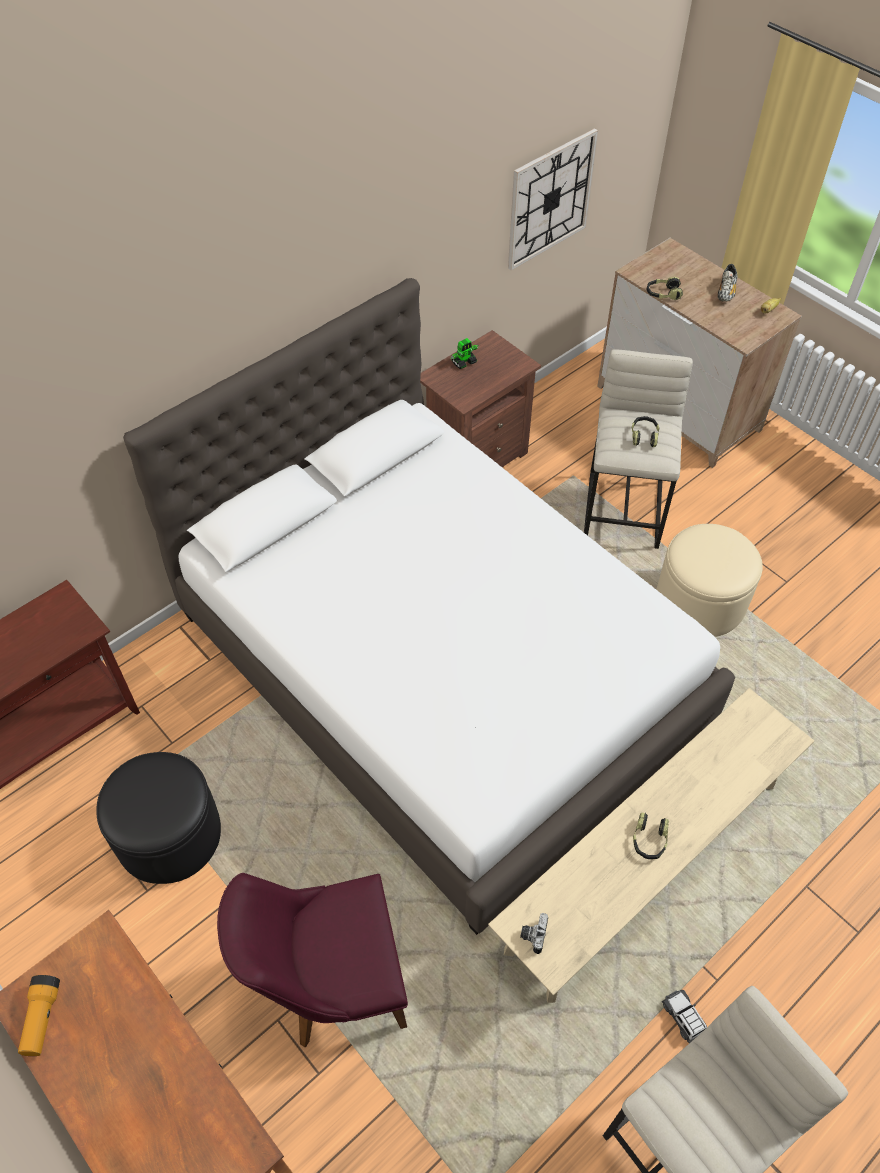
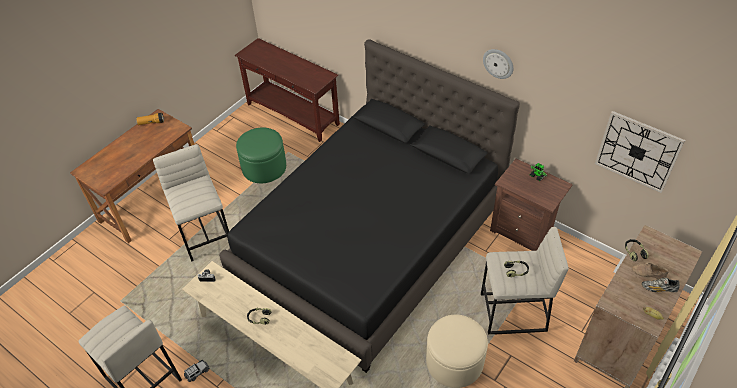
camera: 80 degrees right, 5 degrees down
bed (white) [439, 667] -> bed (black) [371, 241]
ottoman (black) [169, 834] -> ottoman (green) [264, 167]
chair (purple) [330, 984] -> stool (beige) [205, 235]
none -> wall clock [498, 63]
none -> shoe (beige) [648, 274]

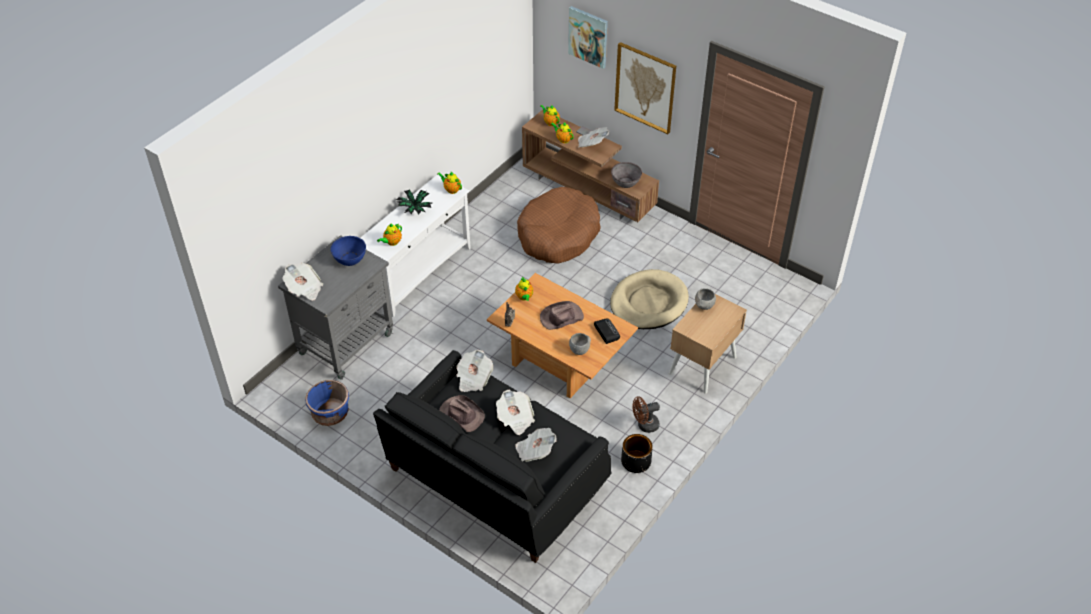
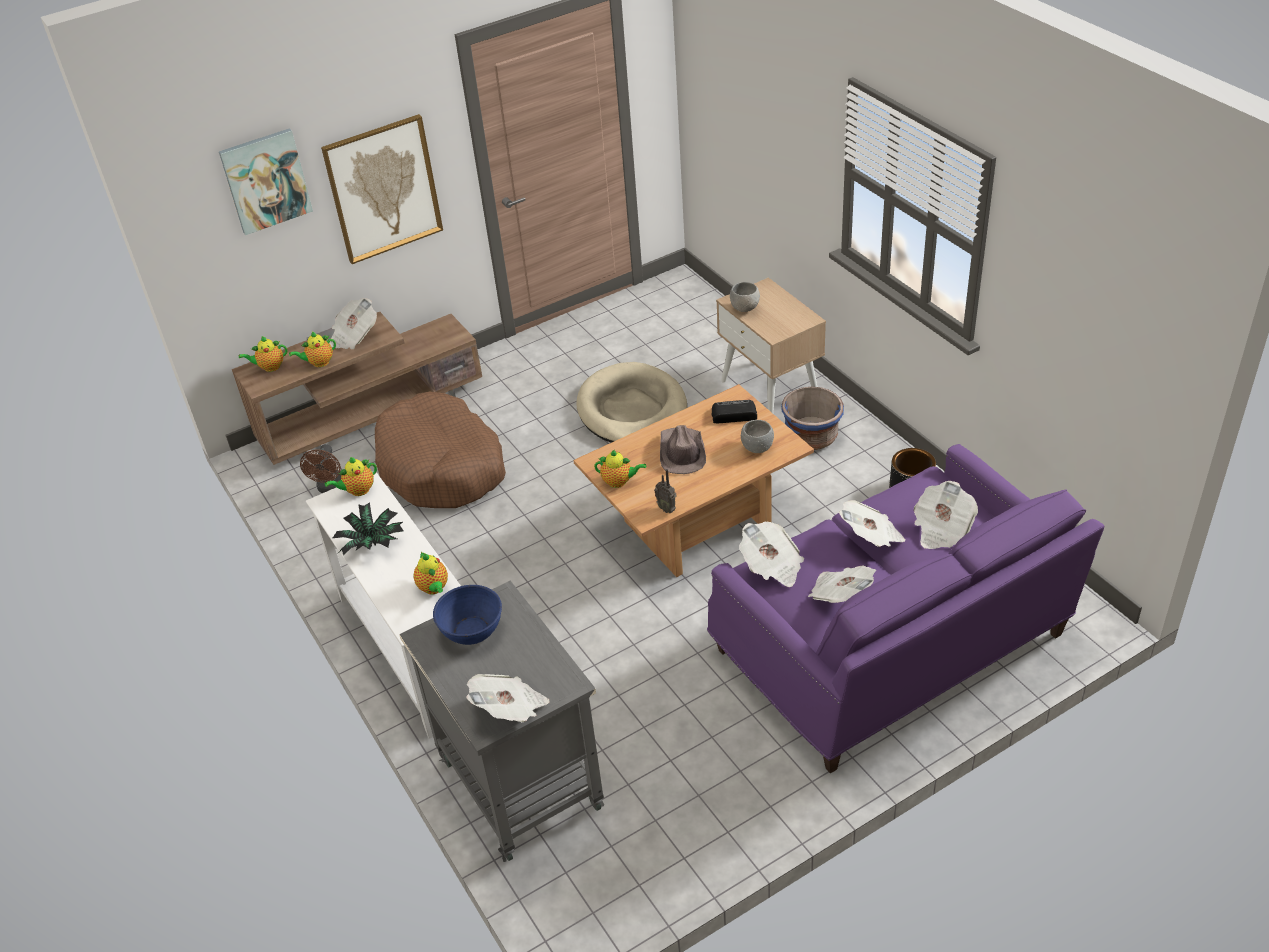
camera: 65 degrees left, 5 degrees down
bowl (grey) [625, 182] -> none
sofa (black) [494, 479] -> sofa (purple) [893, 646]
planter (blue) [330, 414] -> planter (blue) [811, 437], shifted
hat (brown) [461, 414] -> newspaper [840, 595]
fan (brown) [644, 425] -> fan (brown) [331, 488], shifted

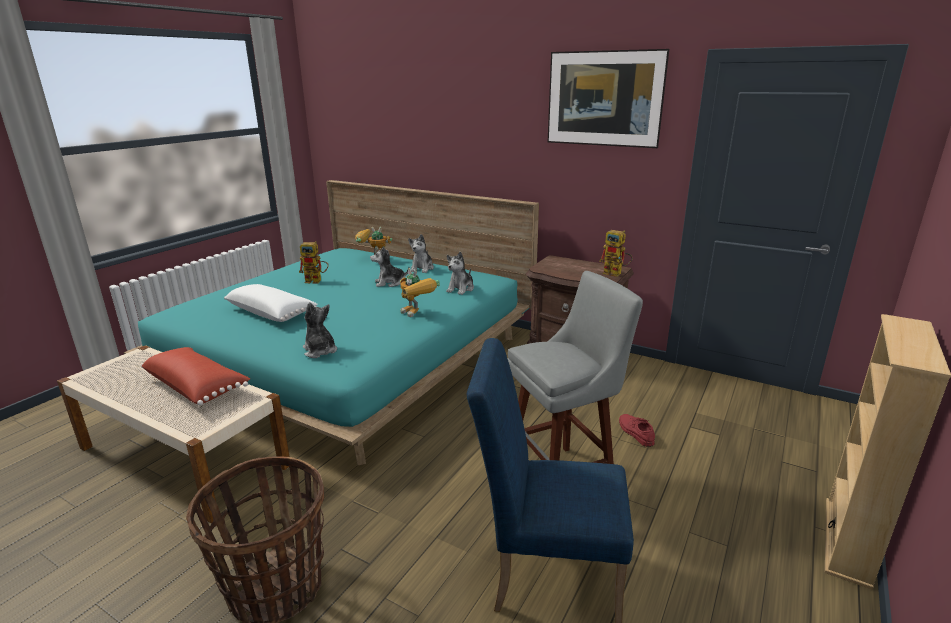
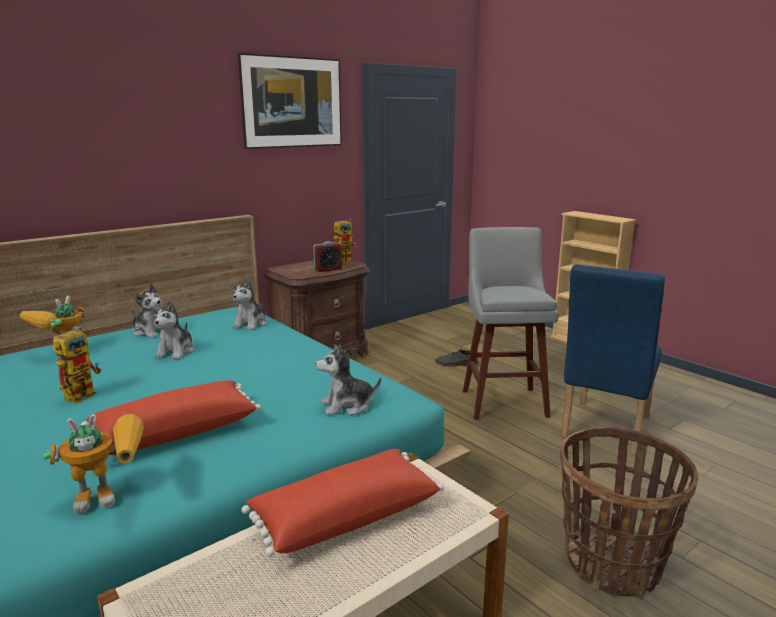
camera: 70 degrees left, 5 degrees down
plush toy [461, 289] -> plush toy [251, 324], 60 degrees clockwise
toy robot [417, 314] -> toy robot [112, 495], shifted
pillow (white) [272, 313] -> pillow (red) [175, 432]
shoe (red) [635, 432] -> shoe (grey) [456, 363]
none -> alarm clock [328, 269]

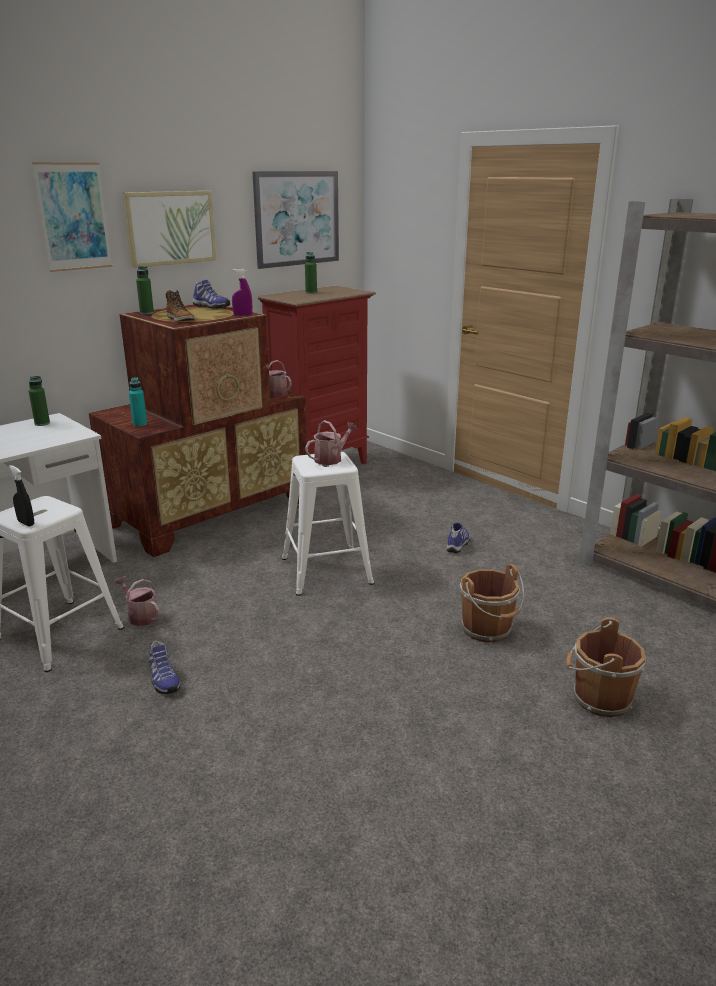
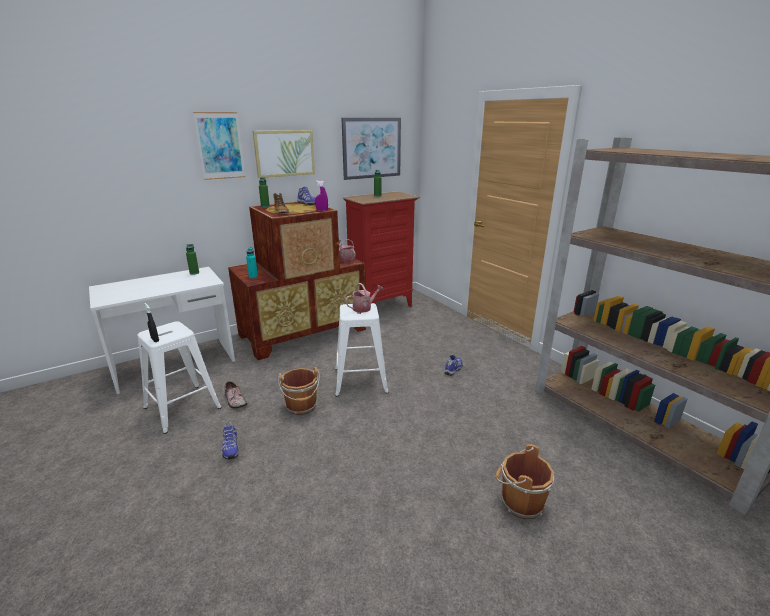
camera: 10 degrees right, 0 degrees up
bucket (brown) [488, 630] -> bucket (brown) [301, 406], shifted
watering can [140, 616] -> shoe [234, 400]

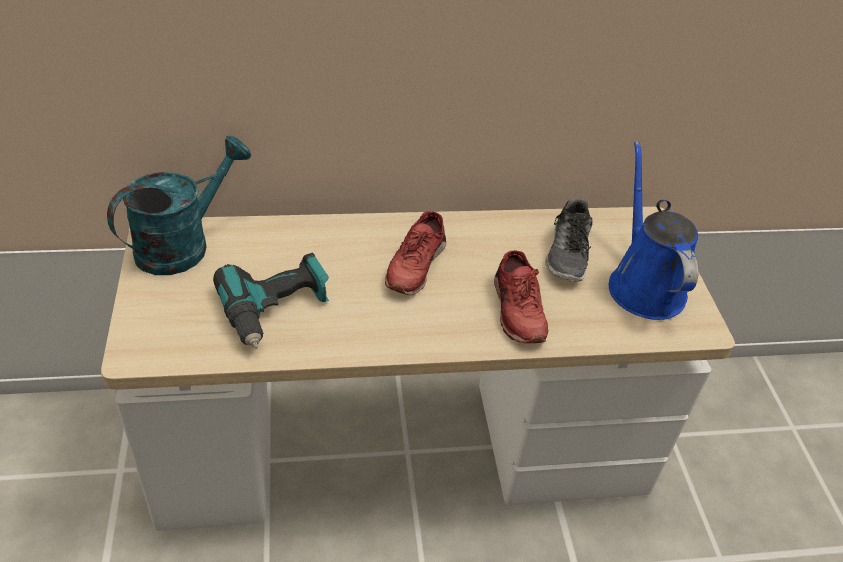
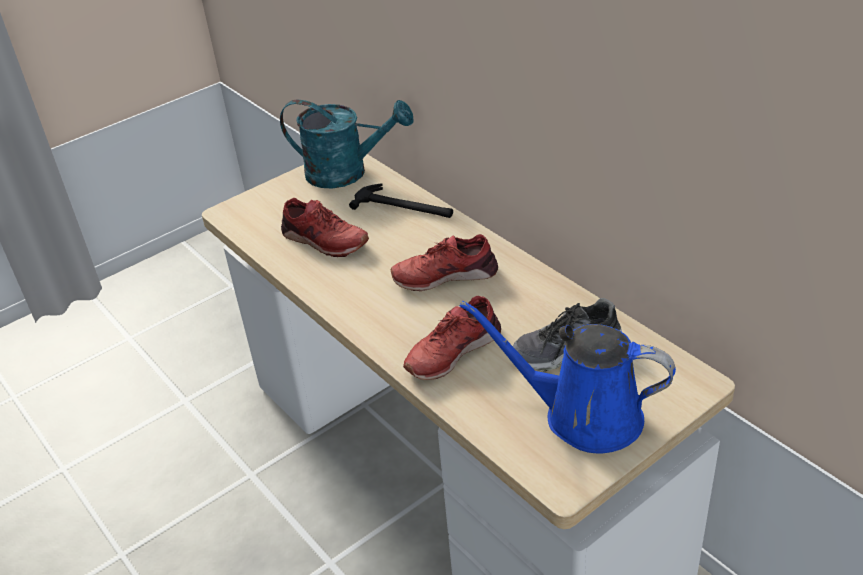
camera: 65 degrees right, 5 degrees down
watering can (blue) [643, 284] -> watering can (blue) [583, 416], 120 degrees counterclockwise
power drill [276, 310] -> shoe (red) [323, 240]
none -> hammer [404, 207]

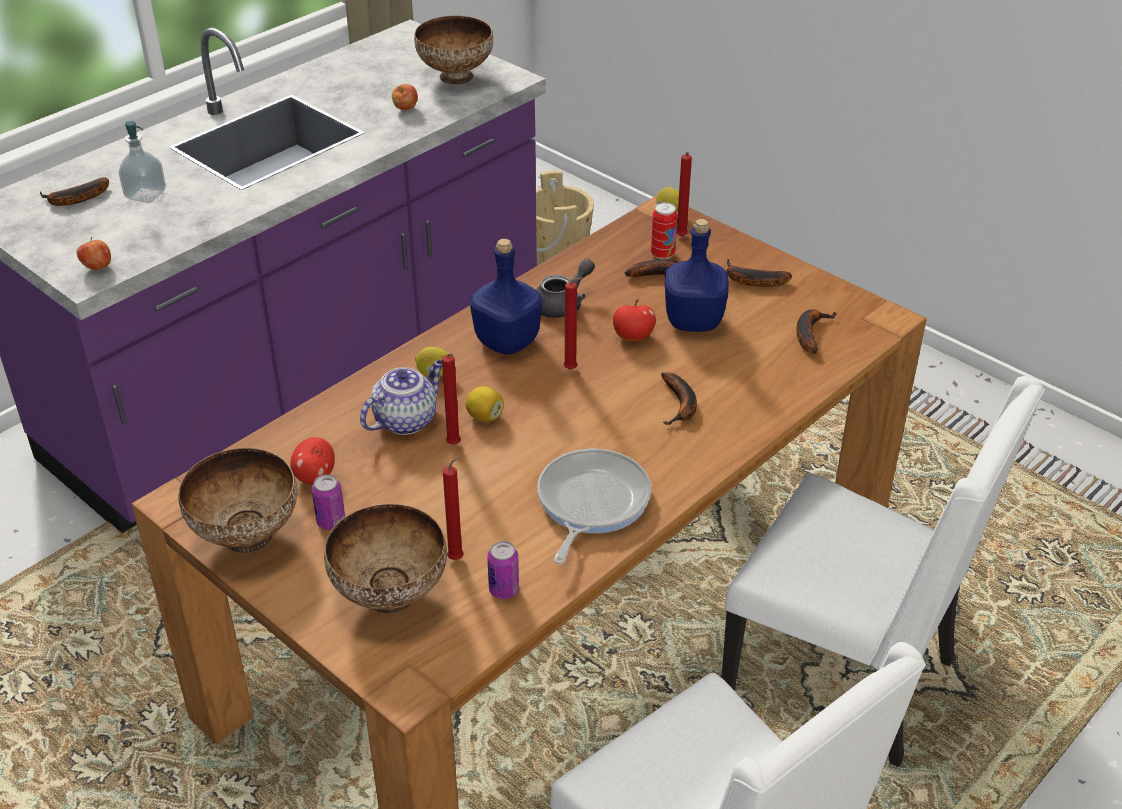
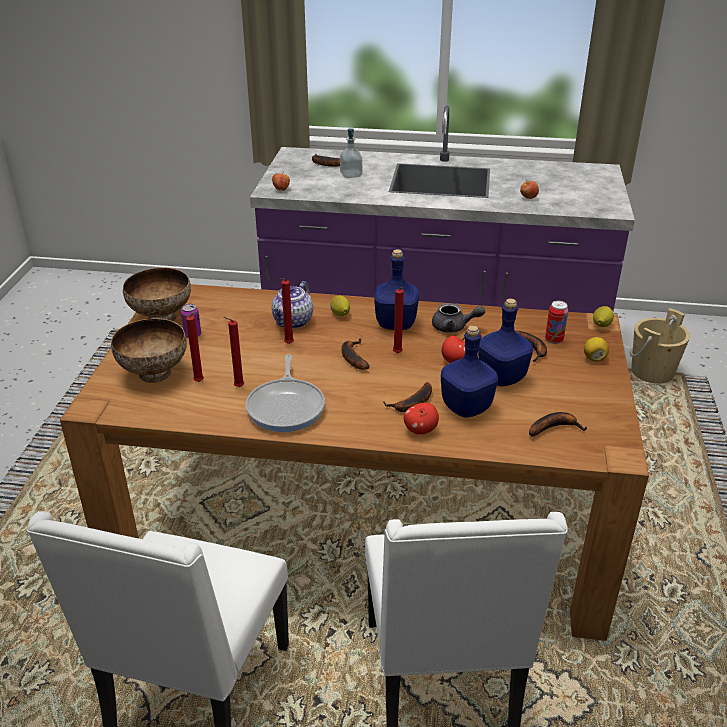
camera: 55 degrees right, 5 degrees down
bowl [455, 76] -> none
candle (red) [680, 237] -> candle (red) [237, 387], shifted
banana [751, 281] -> banana [352, 357], shifted
teapot [406, 419] -> teapot [293, 322], 105 degrees clockwise
lemon [485, 417] -> lemon [594, 358], shifted
apple [314, 477] -> apple [420, 430], shifted
frying pan [590, 503] -> frying pan [286, 407], 105 degrees clockwise
can [504, 590] -> none
none -> bottle (blue) [467, 407]

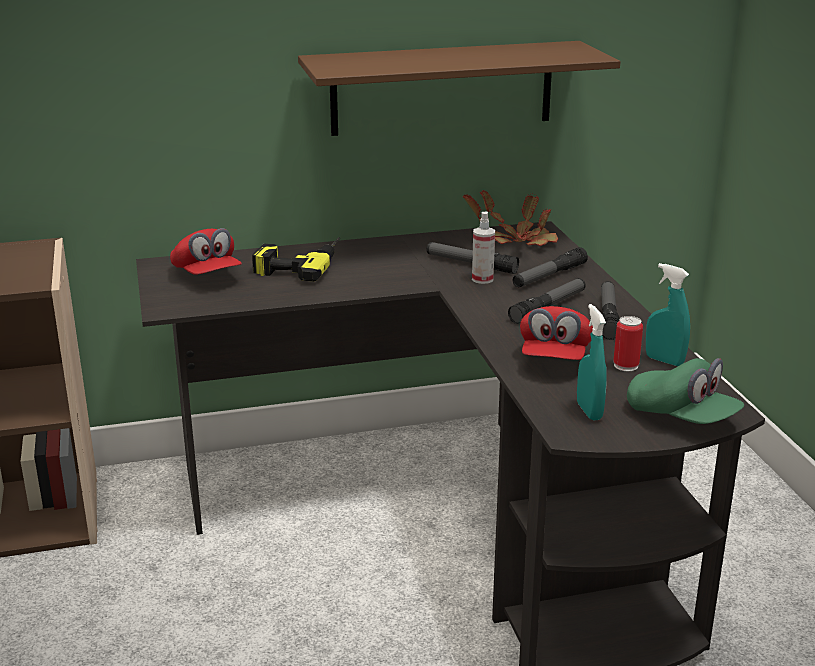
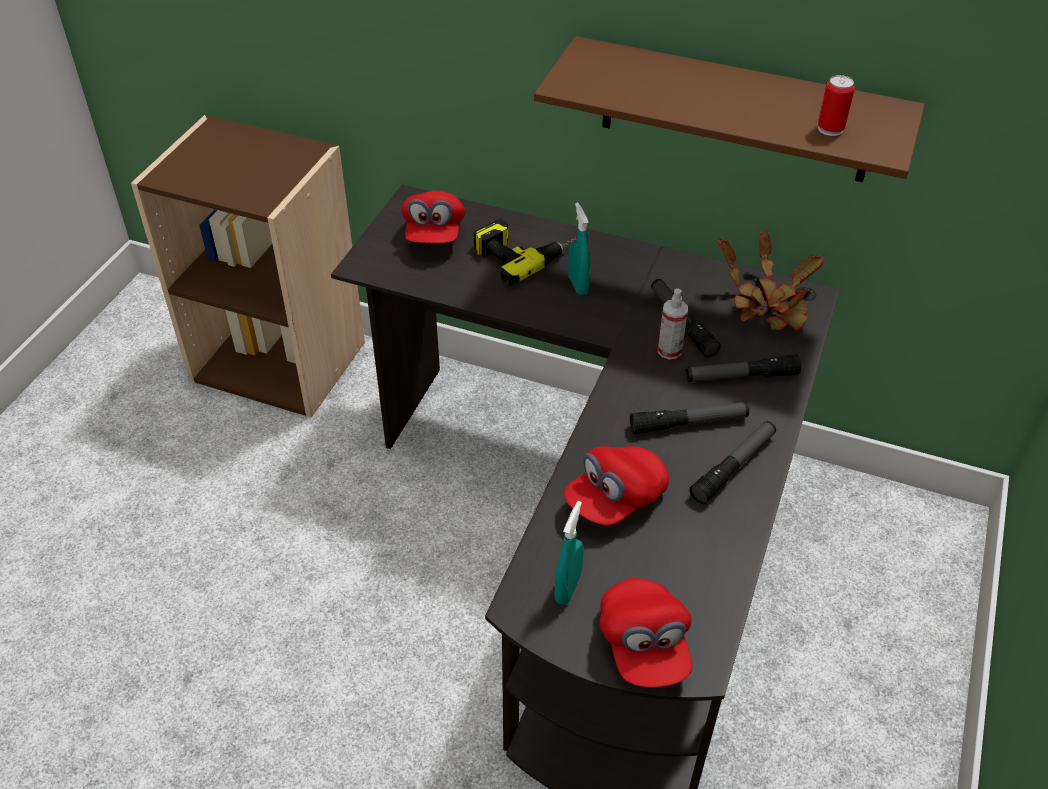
camera: 35 degrees right, 20 degrees up
spray bottle (turquoise) [664, 360] -> spray bottle (turquoise) [578, 285], shifted
can [626, 365] -> can [830, 129], shifted
cap (green) [681, 417] -> cap (red) [643, 646]

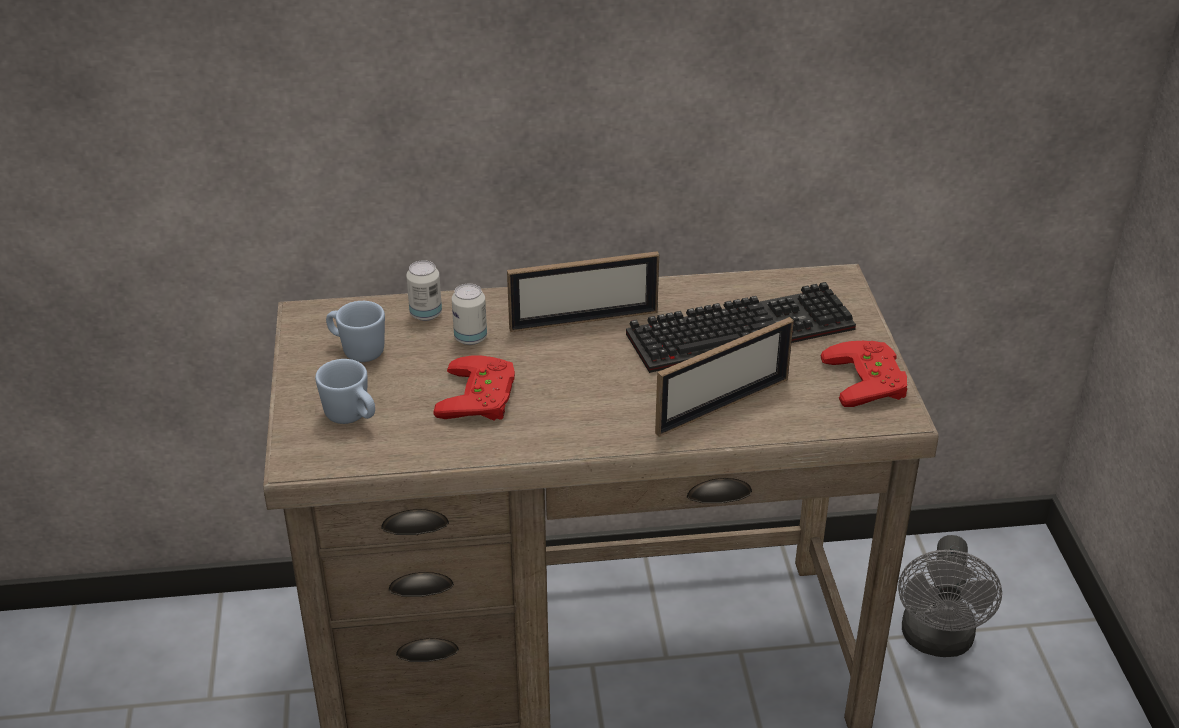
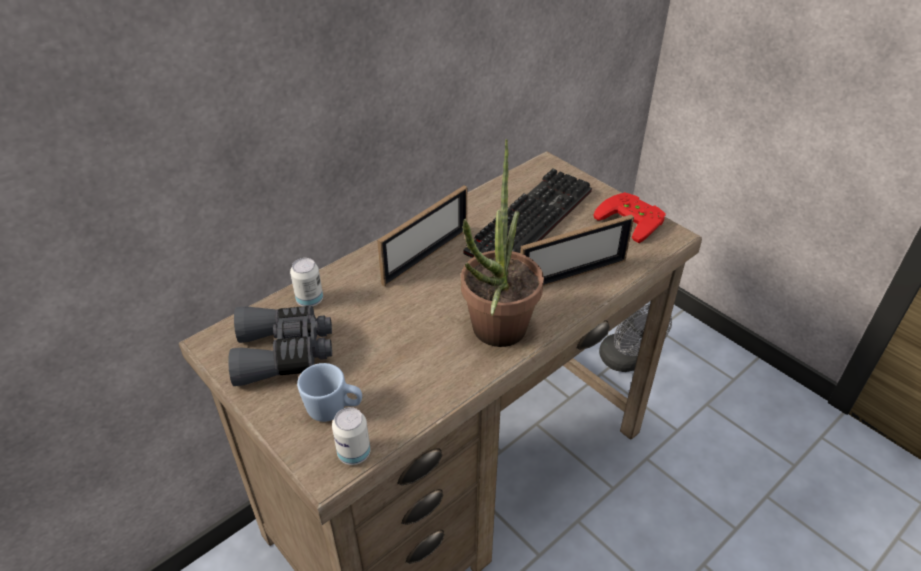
camera: 35 degrees left, 5 degrees up
can [470, 338] -> can [354, 453], shifted
mug (blue) [357, 350] -> binoculars (grey) [284, 353]
picture frame [722, 406] -> picture frame [572, 275], 45 degrees clockwise
game controller (red) [483, 397] -> none
none -> potted plant [494, 336]

